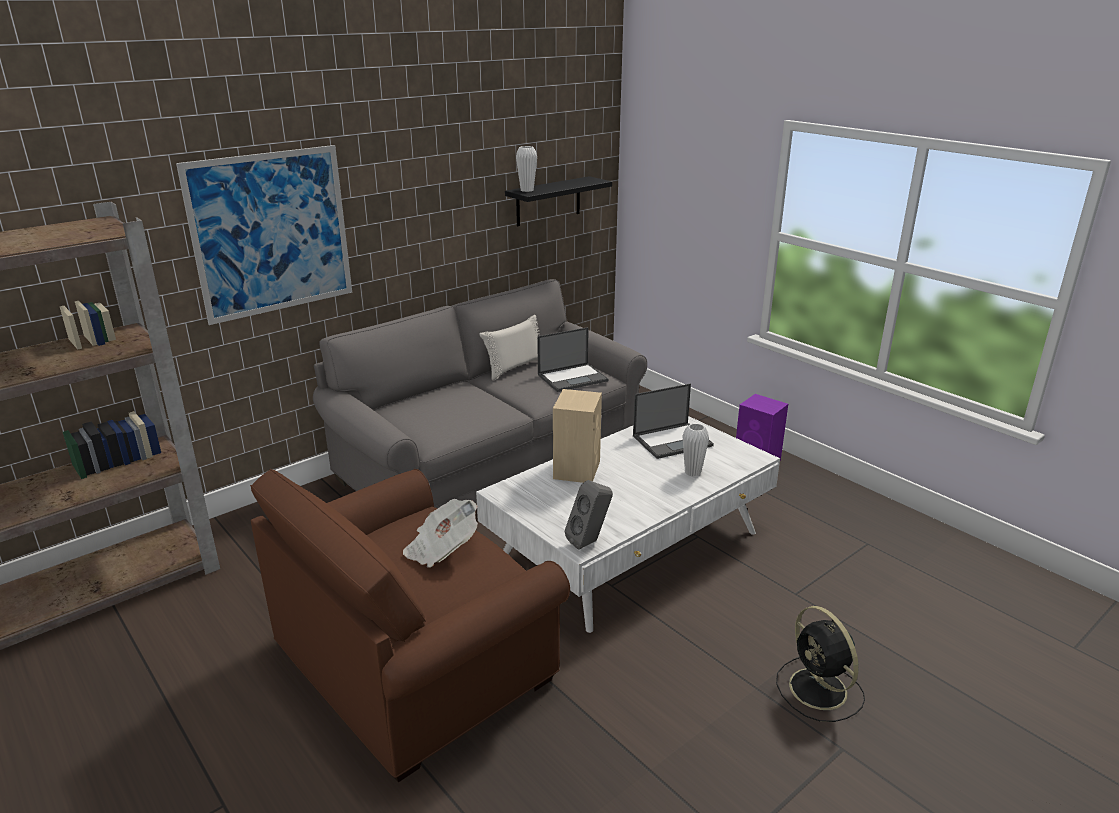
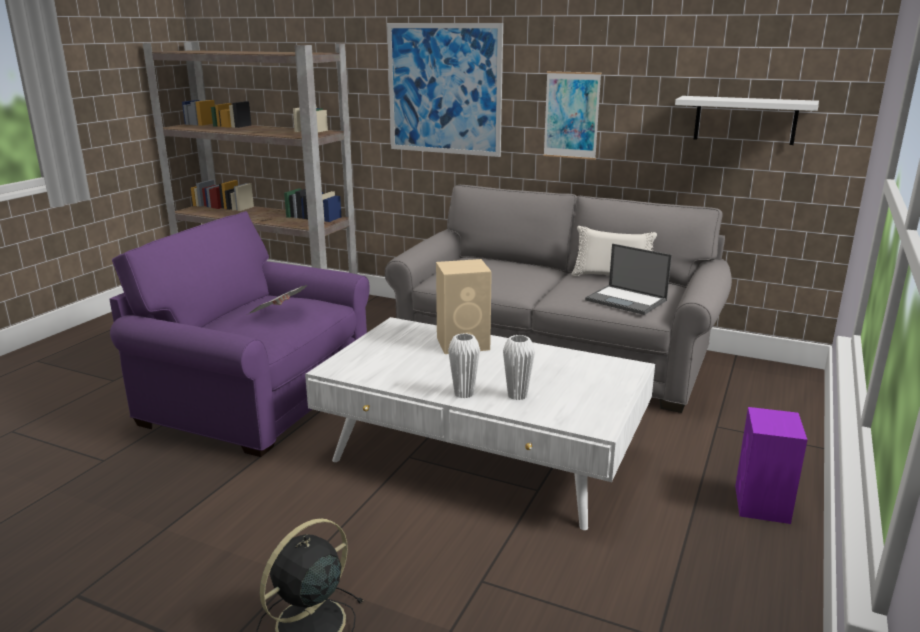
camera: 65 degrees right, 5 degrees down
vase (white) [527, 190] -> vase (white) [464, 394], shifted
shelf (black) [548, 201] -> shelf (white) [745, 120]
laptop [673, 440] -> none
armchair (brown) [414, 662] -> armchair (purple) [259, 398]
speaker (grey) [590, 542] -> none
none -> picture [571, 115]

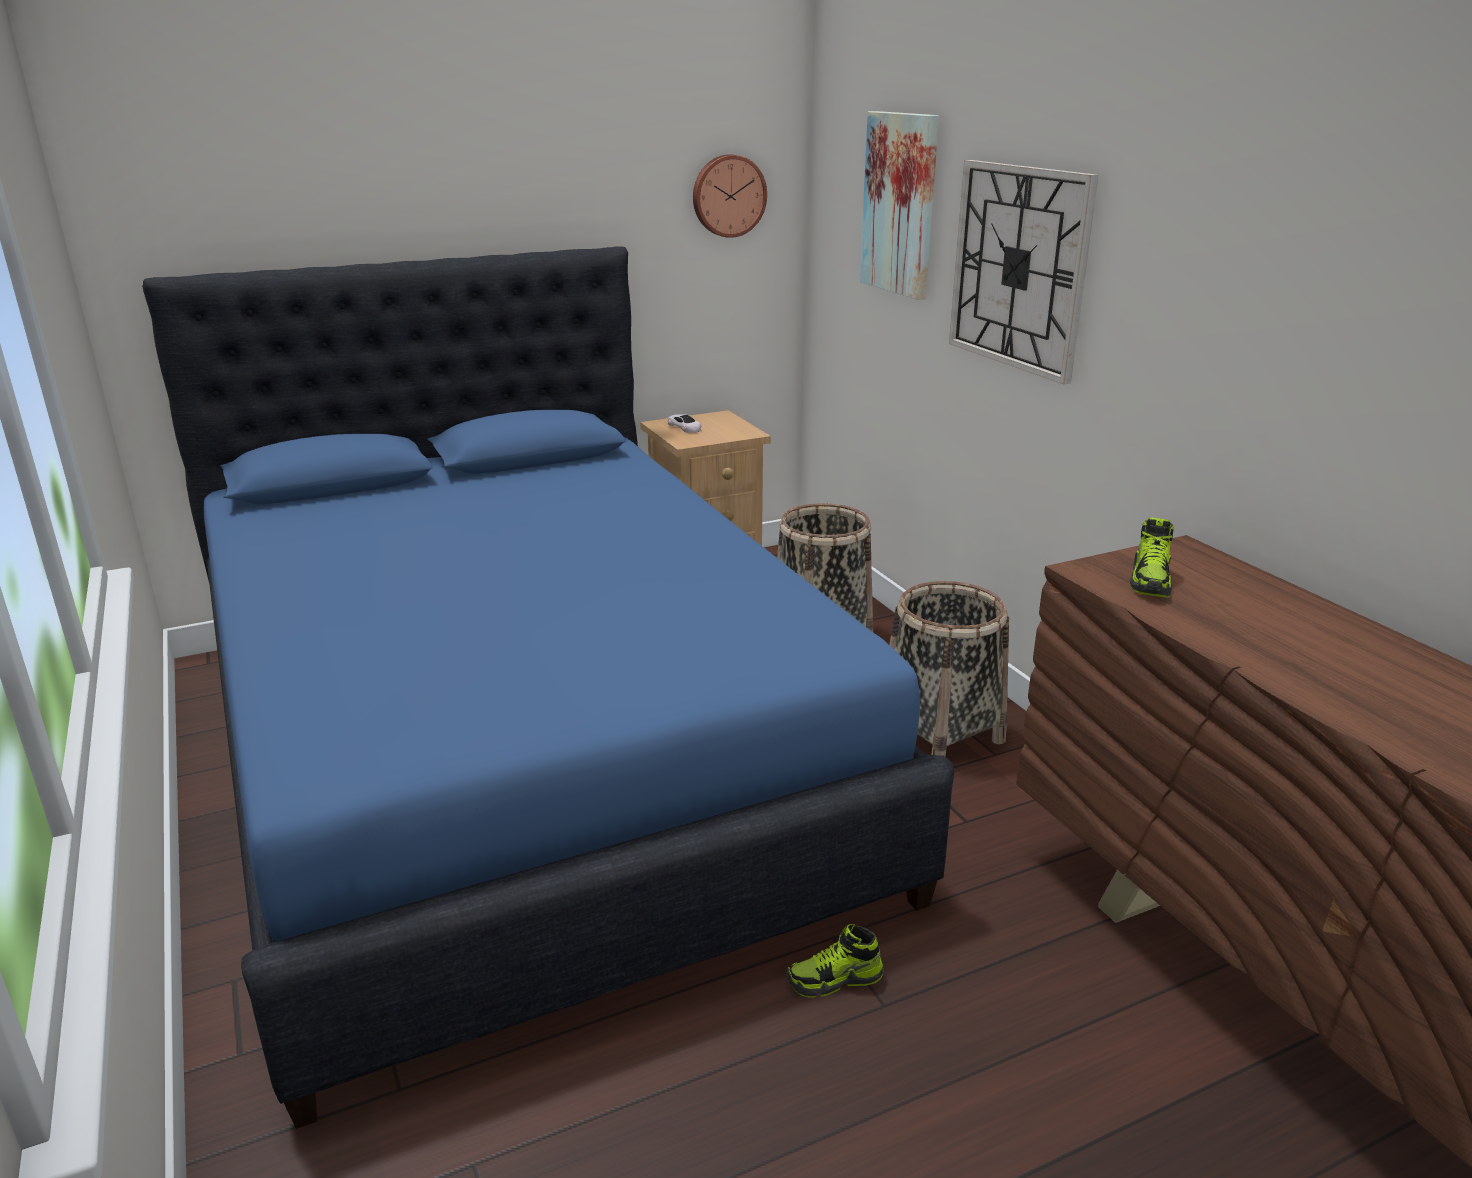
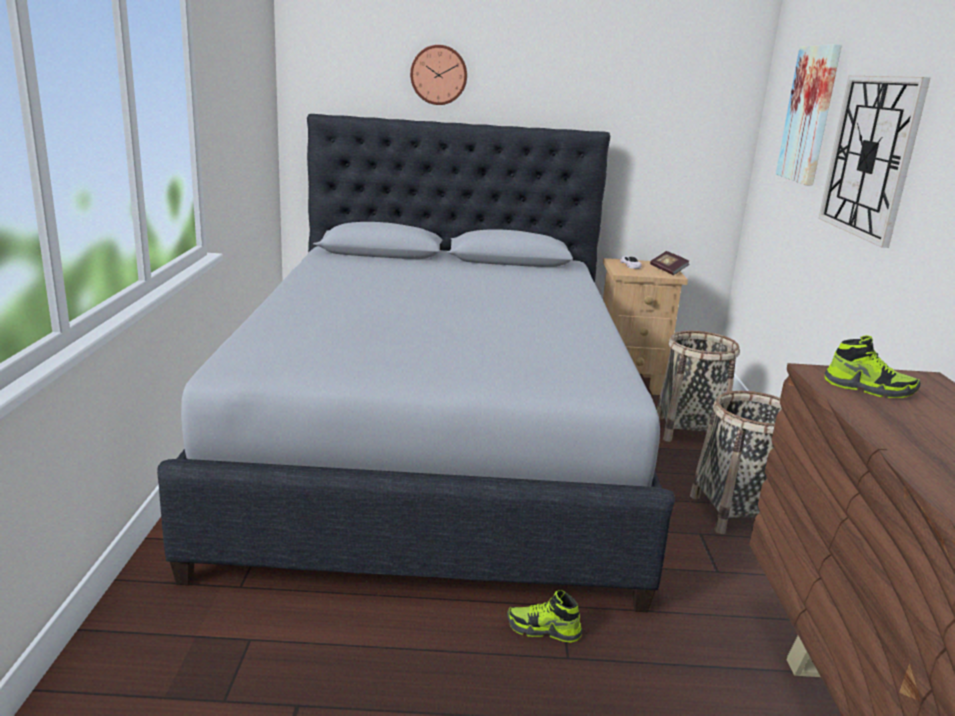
camera: 25 degrees right, 5 degrees down
wall clock [728, 196] -> wall clock [439, 75], shifted
bed (blue) [522, 756] -> bed (grey) [436, 444]
shoe [1150, 582] -> shoe [868, 389], 105 degrees counterclockwise
none -> book [668, 270]

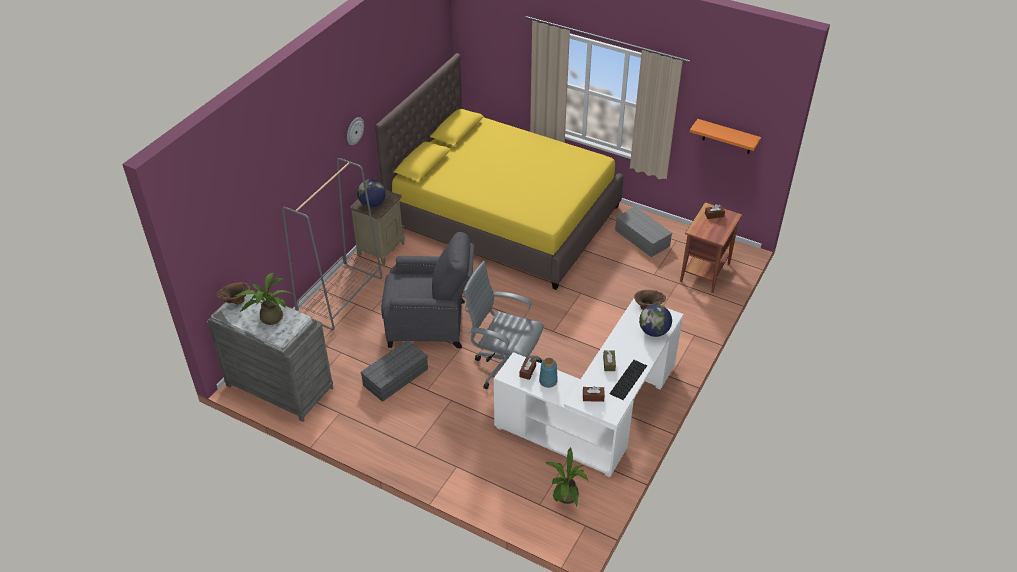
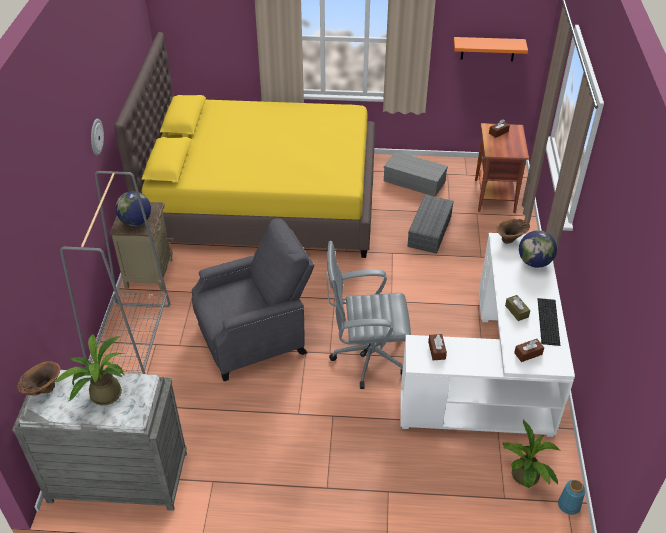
camera: 25 degrees left, 0 degrees up
storage box (grey) [396, 376] -> storage box (grey) [429, 230], shifted
vase (blue) [548, 381] -> vase (blue) [569, 505], shifted

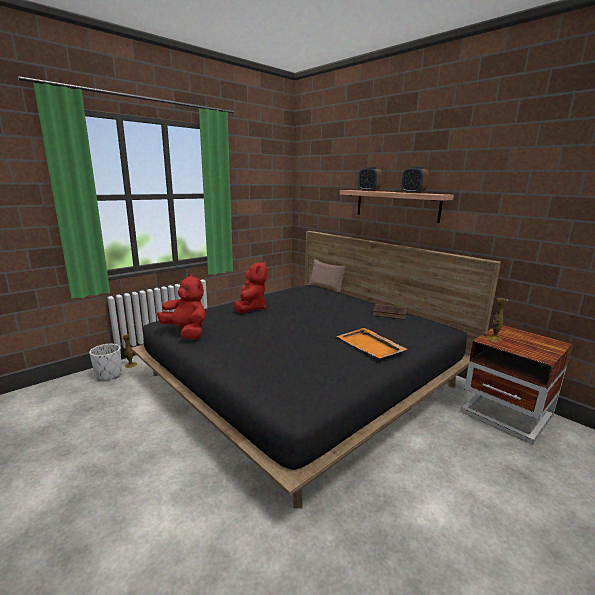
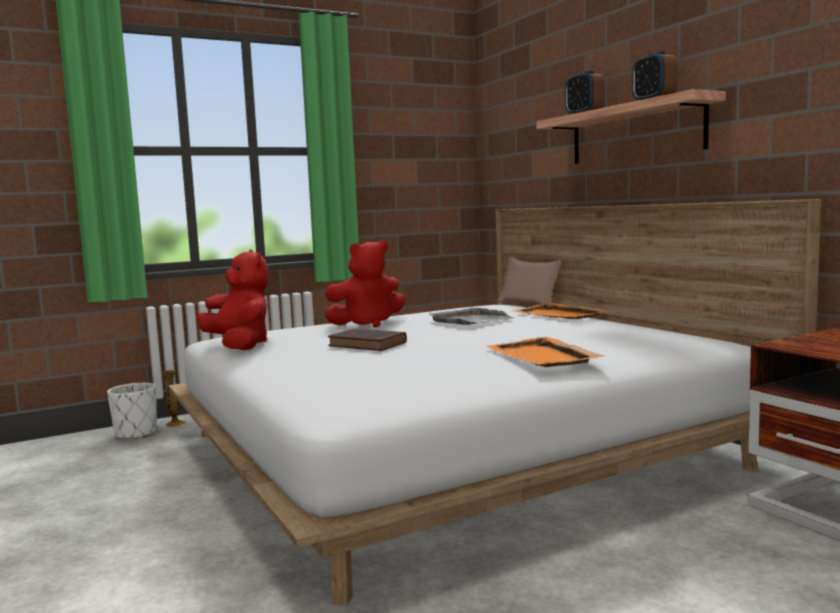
camera: 15 degrees right, 10 degrees down
bed (black) [303, 380] -> bed (white) [451, 450]
plush toy (red) [251, 308] -> plush toy (red) [367, 324], 45 degrees clockwise
vase [494, 338] -> none
book (brown) [390, 314] -> book (brown) [369, 344], shifted
none -> tray (orange) [560, 315]
none -> tray (grey) [471, 321]

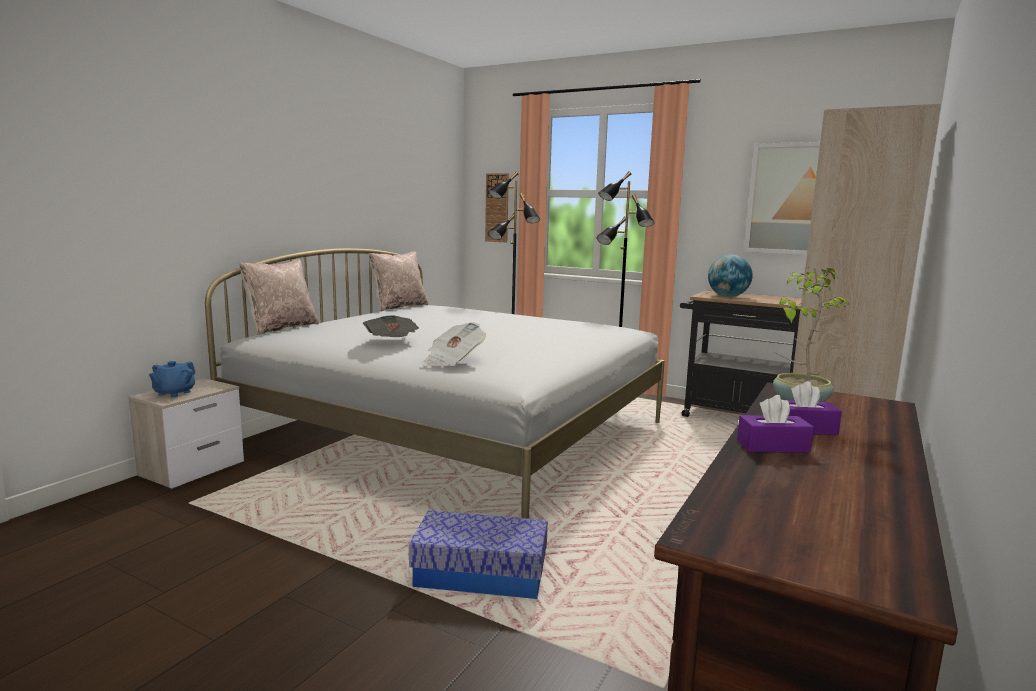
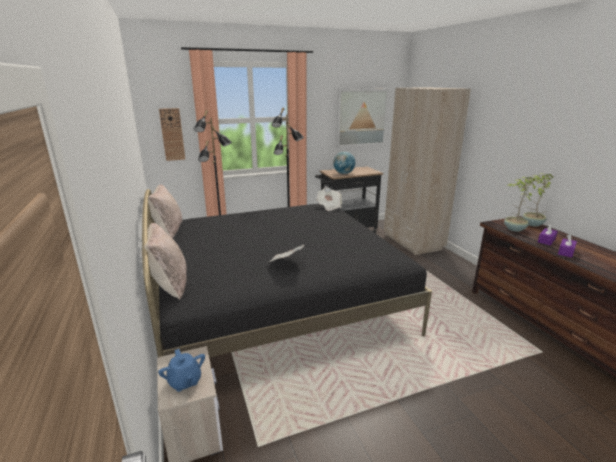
camera: 50 degrees left, 10 degrees up
bed (white) [456, 435] -> bed (black) [275, 301]
newspaper [452, 362] -> newspaper [329, 206], shifted
storage box [480, 575] -> none
none -> potted plant [531, 224]

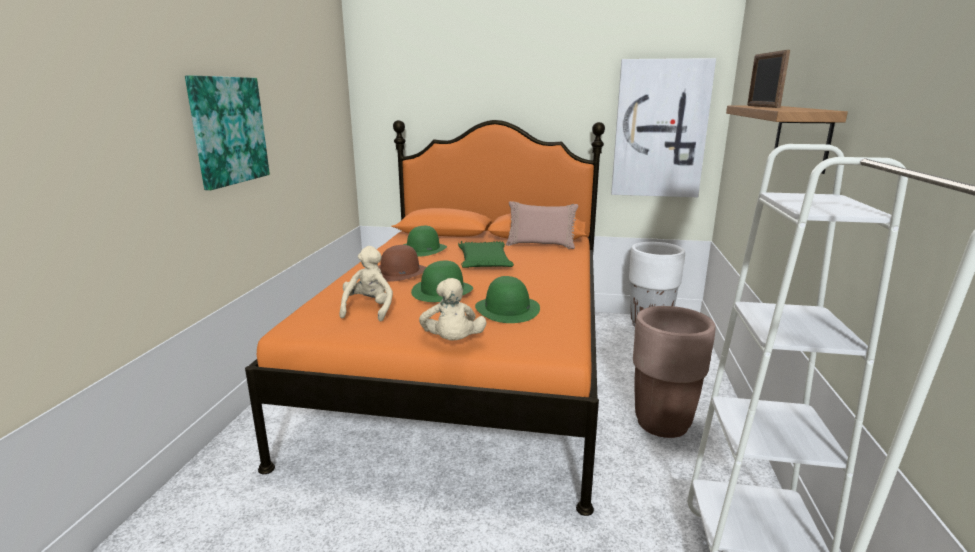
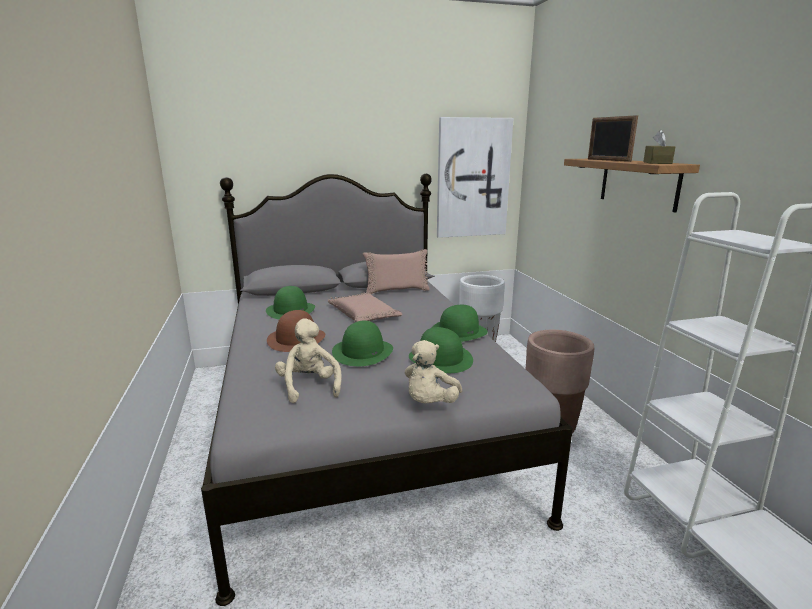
camera: 25 degrees left, 0 degrees up
picture [228, 130] -> none
bed (orange) [468, 372] -> bed (grey) [362, 425]
pillow (green) [484, 260] -> pillow (beige) [363, 313]
plush toy (beige) [452, 342] -> plush toy (beige) [430, 403], 60 degrees clockwise
none -> tissue box (brown) [657, 163]
none -> hat (green) [458, 332]

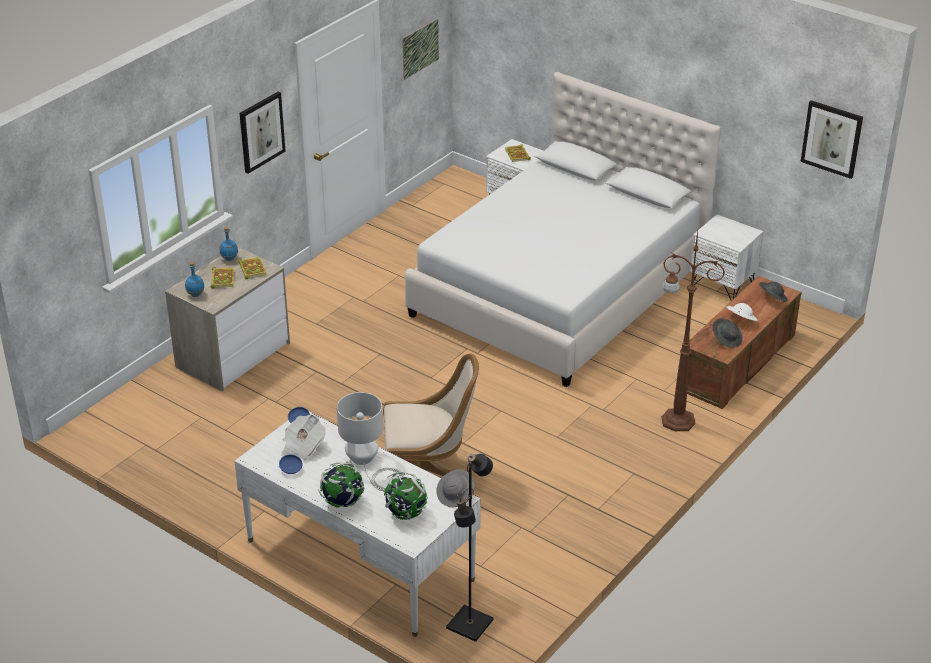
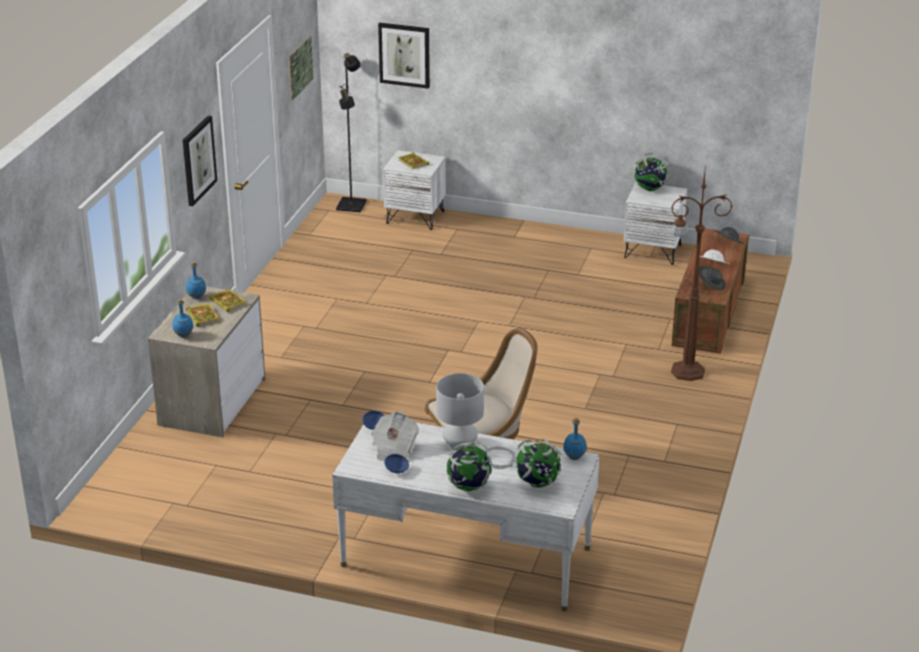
camera: 20 degrees left, 5 degrees down
bed (white) [560, 290] -> none
picture [832, 138] -> picture [404, 55], shifted
floor lamp (black) [469, 624] -> floor lamp (black) [351, 205], shifted
hat (grey) [455, 496] -> bottle (blue) [574, 457]
none -> globe [650, 189]

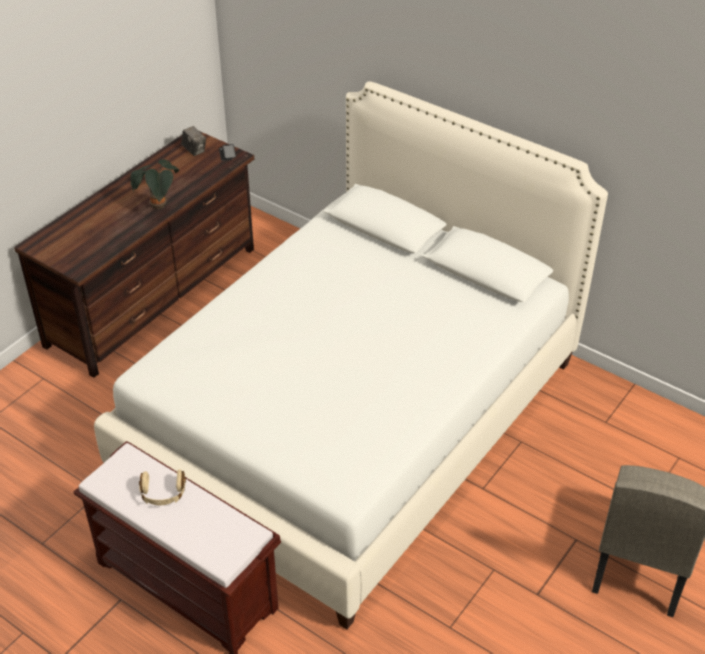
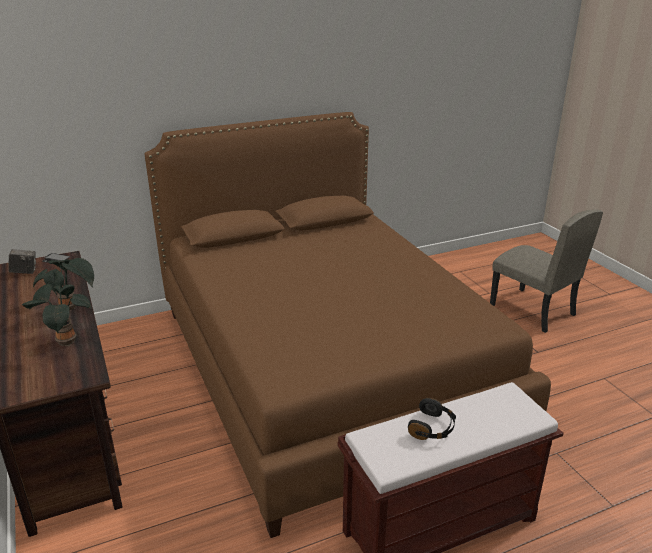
camera: 60 degrees left, 15 degrees down
bed (white) [353, 417] -> bed (brown) [326, 369]
headphones (beige) [163, 494] -> headphones (black) [432, 428]
none -> potted plant [64, 341]

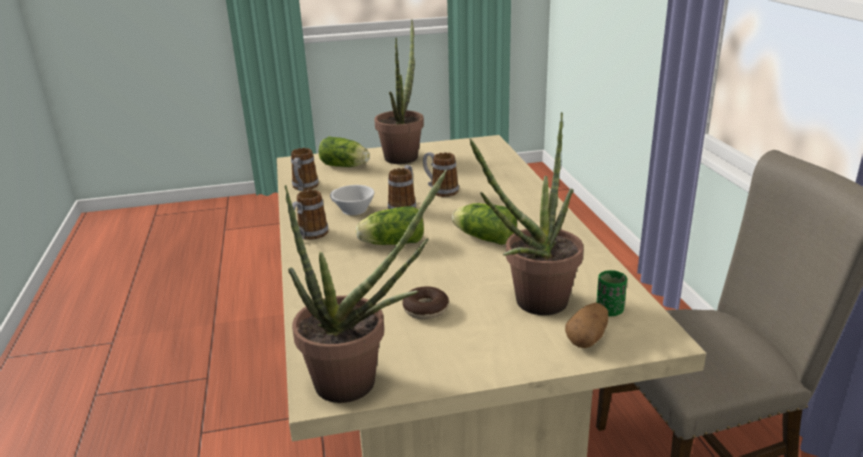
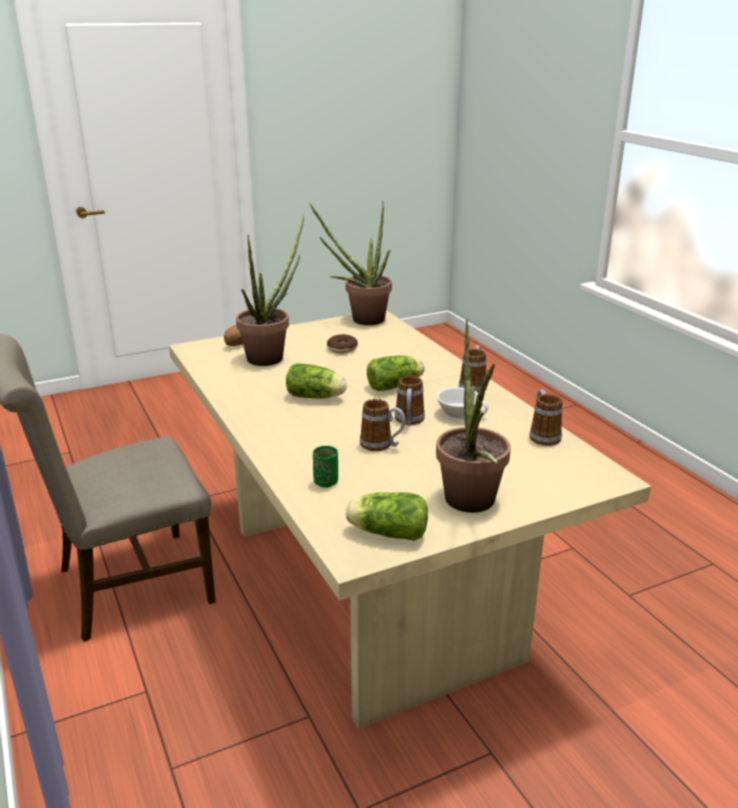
camera: 165 degrees right, 0 degrees up
lettuce [346, 166] -> lettuce [386, 532], shifted
cup (green) [609, 310] -> cup (green) [326, 482], shifted

